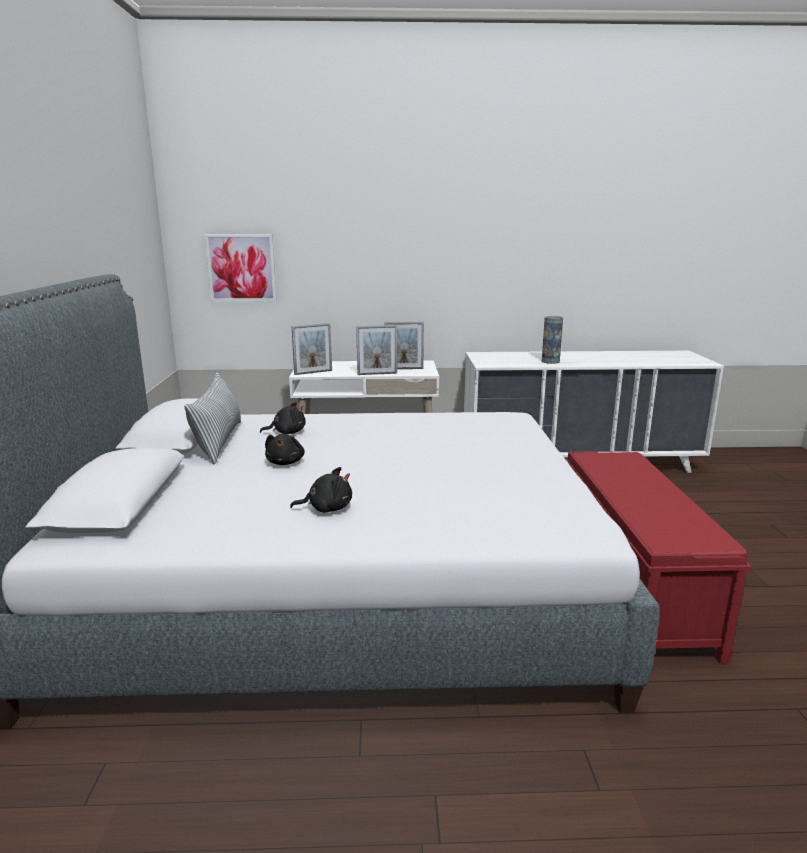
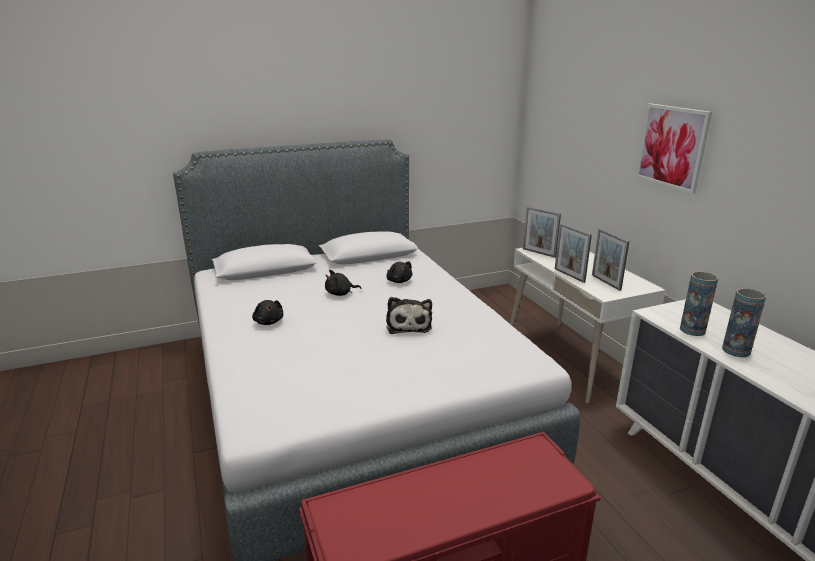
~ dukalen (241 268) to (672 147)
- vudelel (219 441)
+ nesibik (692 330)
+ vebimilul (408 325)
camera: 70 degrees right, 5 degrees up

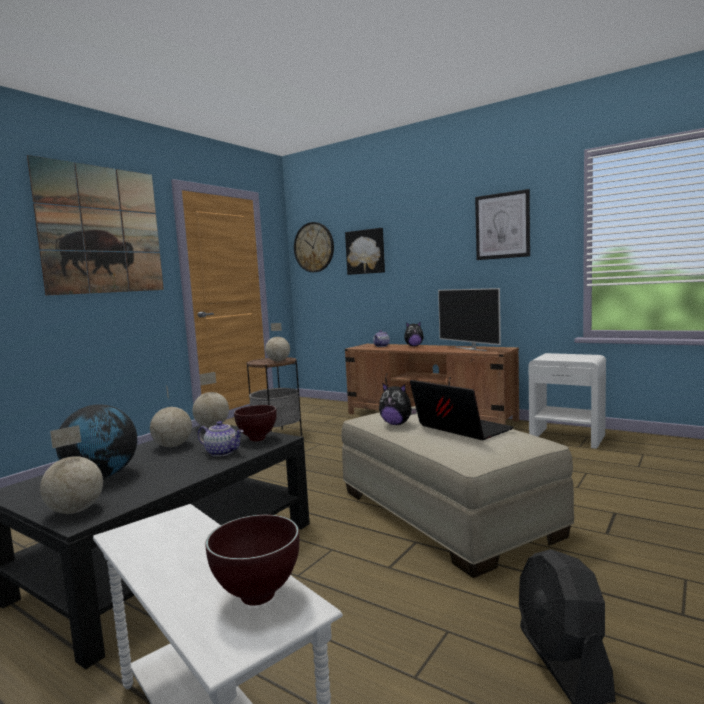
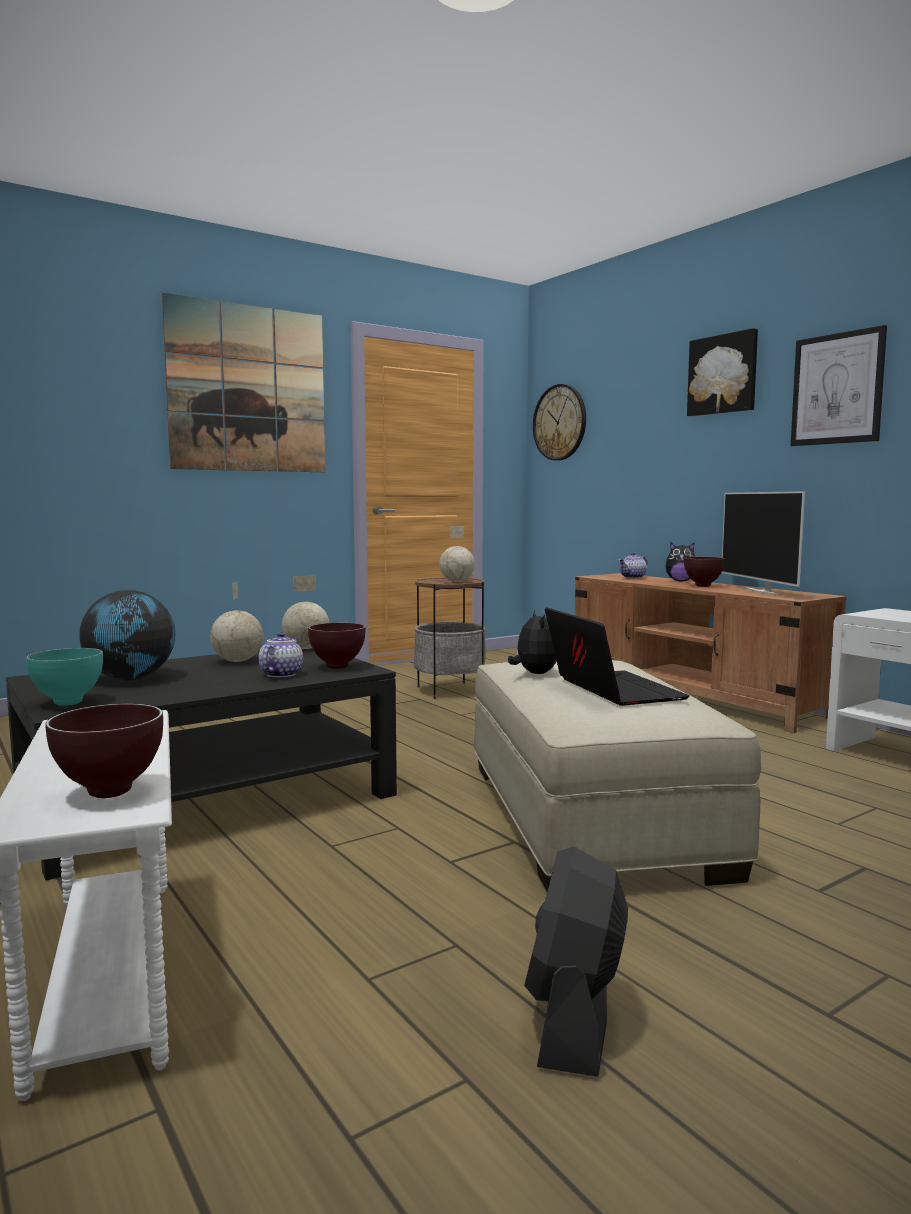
~ dukalen (366 252) to (723 374)
~ vebimilul (397 424) = (534 673) 150 degrees counterclockwise
~ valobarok (222 452) = (280 674) 120 degrees counterclockwise
~ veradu (76 511) to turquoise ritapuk (69 703)
+ brown ritapuk (703 586)
camera: 20 degrees right, 0 degrees up

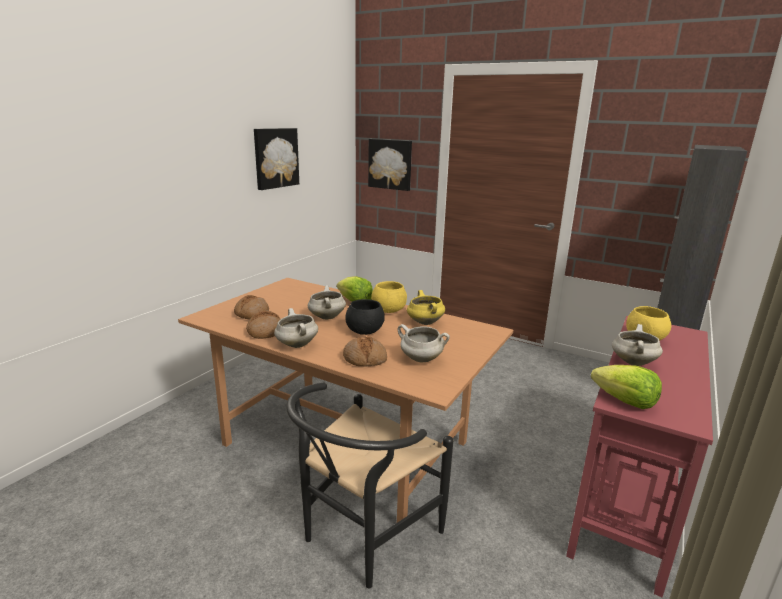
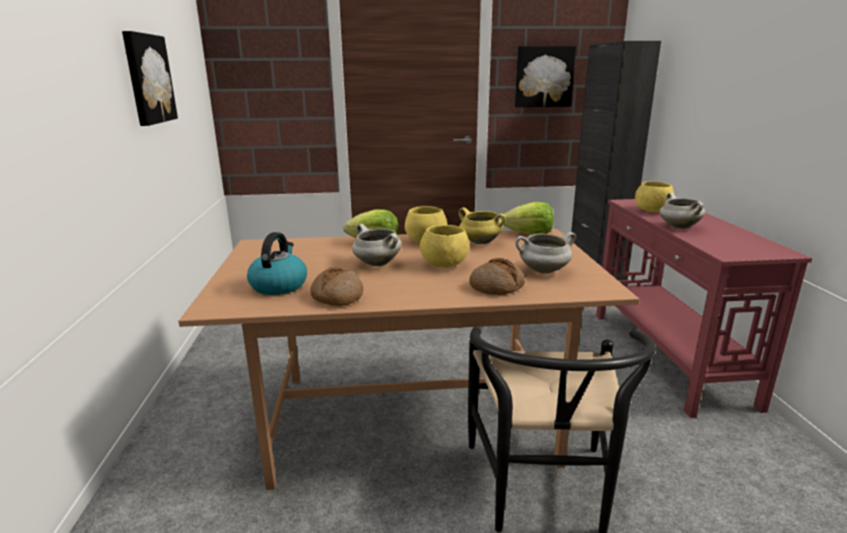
~ dukalen (390 164) to (543 77)
~ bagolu (251 314) to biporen (279 285)
~ black ritapuk (364 331) to yellow ritapuk (444 265)
- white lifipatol (296 345)
~ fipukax (624 401) to (529 234)
camera: 35 degrees left, 0 degrees up

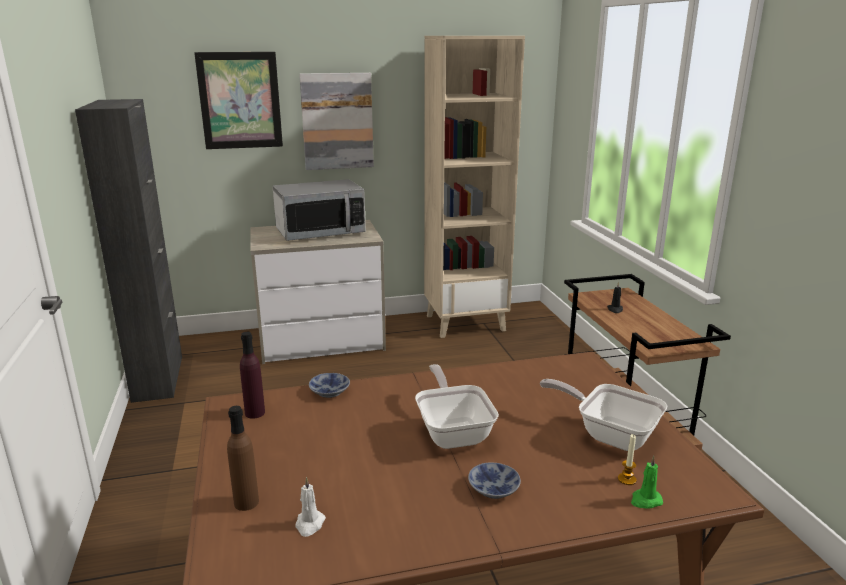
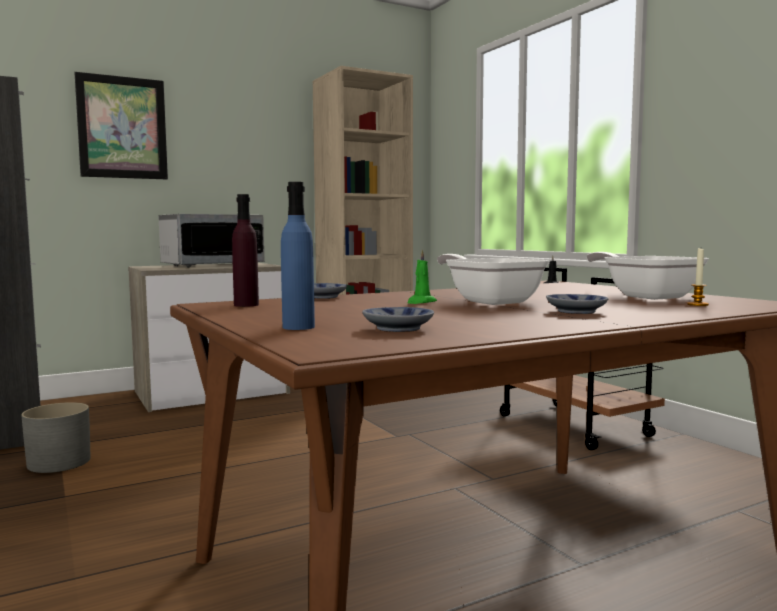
- dukalen (337 121)
~ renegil (609 434) = (646 296) 45 degrees clockwise
~ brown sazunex (246 502) to blue sazunex (298 327)
~ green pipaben (645 500) to (421 302)
~ white pipaben (309 524) to ritapuk (396 329)
+ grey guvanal (59 462)
camera: 15 degrees left, 15 degrees down

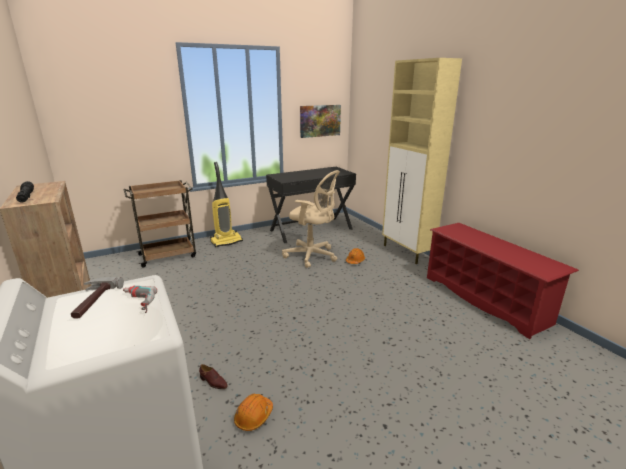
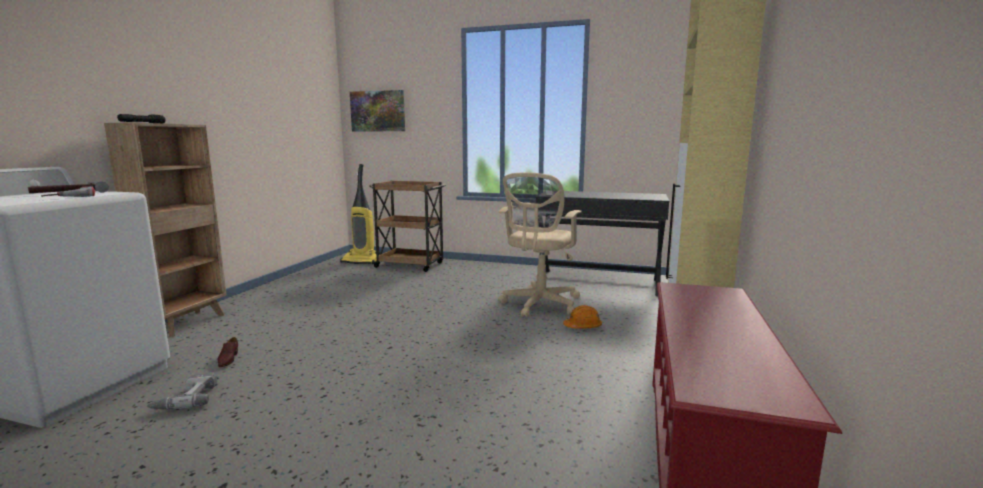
~ dukalen (320 121) to (378 111)
~ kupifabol (226 241) to (361 261)
~ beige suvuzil (312 256) = (539 305) 45 degrees clockwise
~ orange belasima (254 417) to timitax (186 398)
camera: 45 degrees right, 10 degrees down

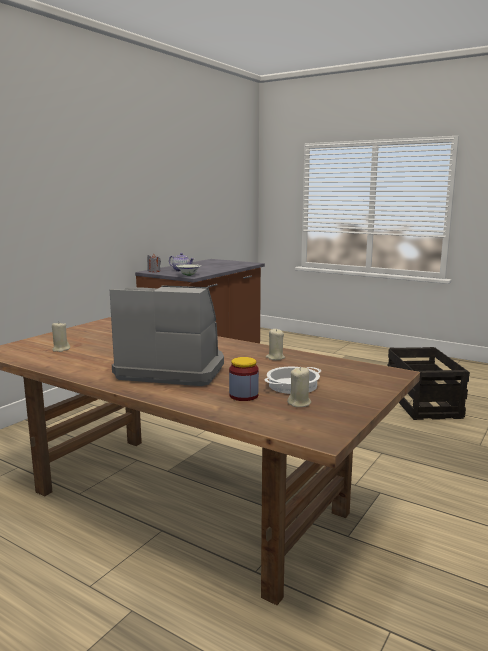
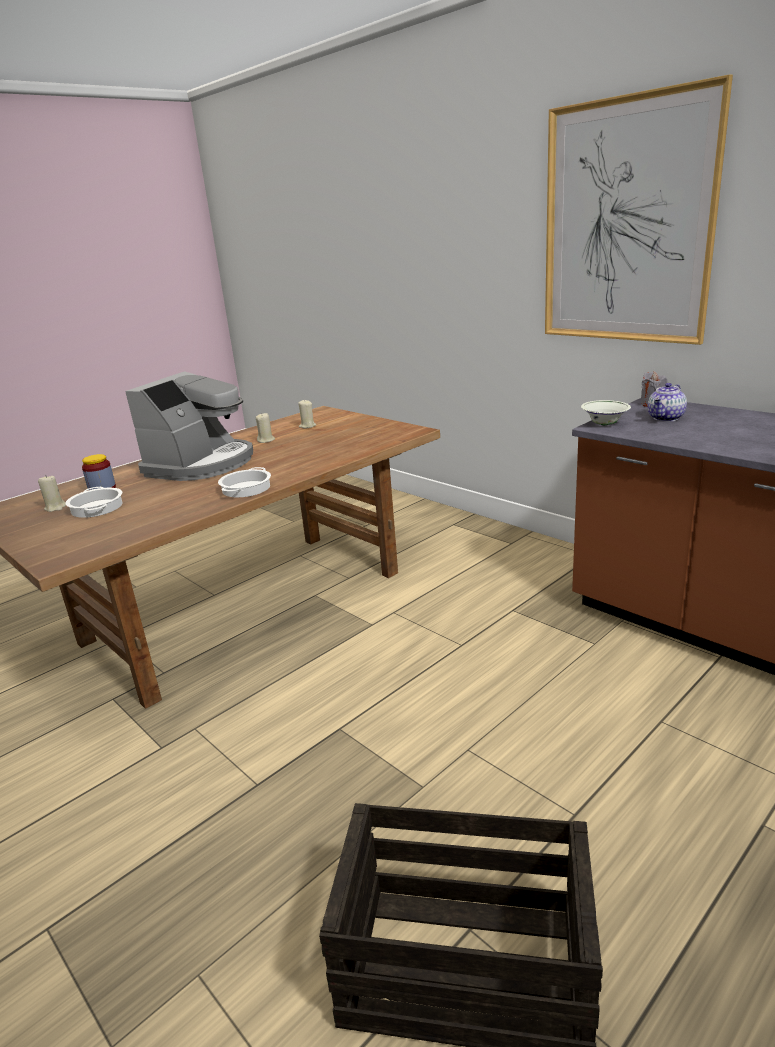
~ beige pipaben (275 357) to (266 440)
+ dukalen (626 223)
+ lifipatol (246 488)
camera: 105 degrees right, 10 degrees up

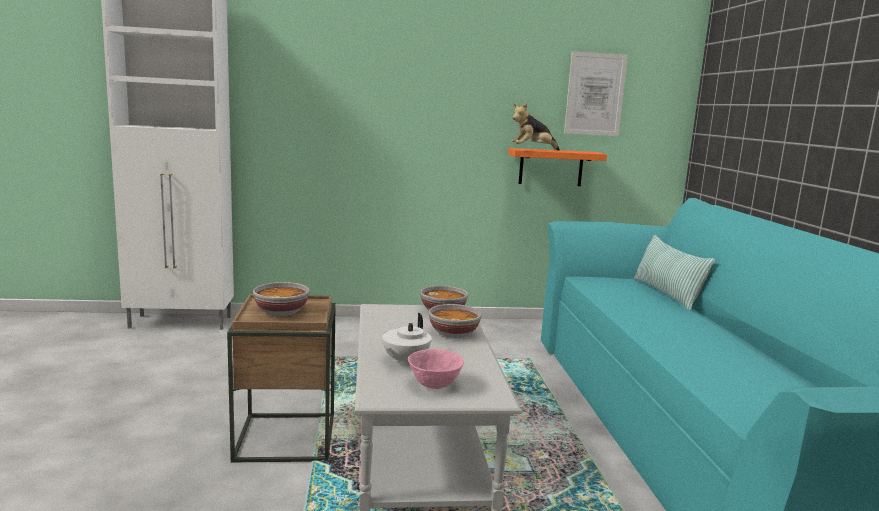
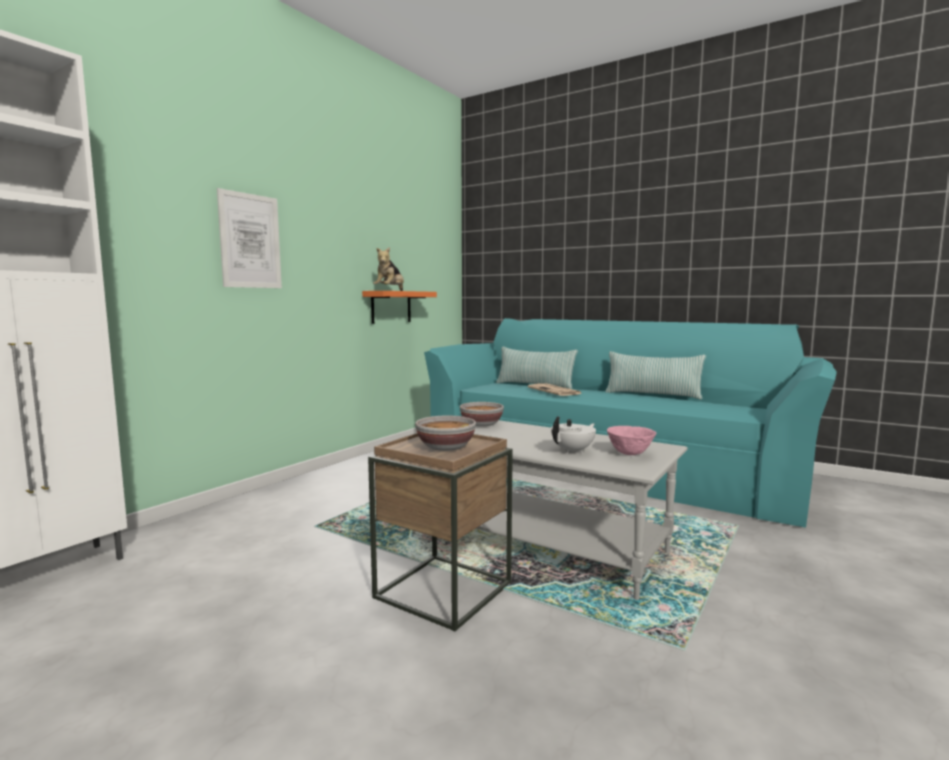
~ dukalen (595 94) to (250 241)
- ritapuk (453 333)
~ white valobarok (404 361) = (573 451) 105 degrees counterclockwise
+ vudelel (653 395)
+ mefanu (555 391)
camera: 50 degrees left, 5 degrees down

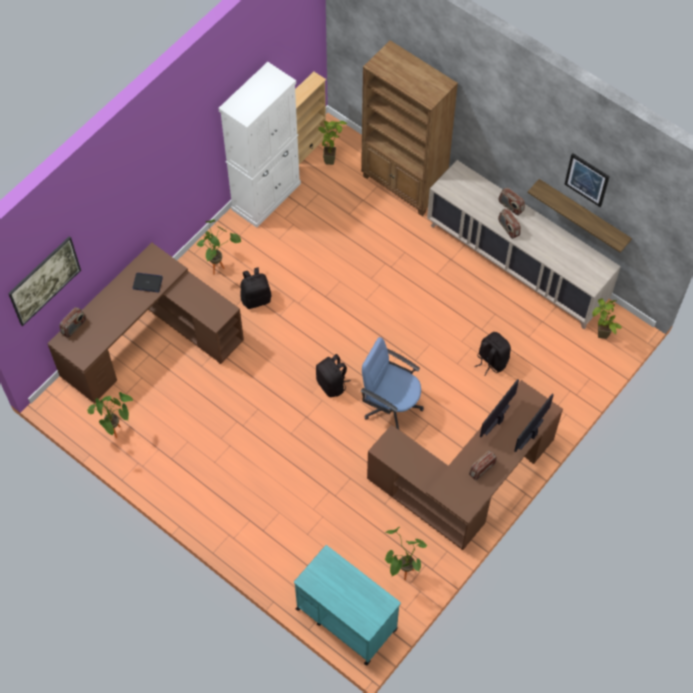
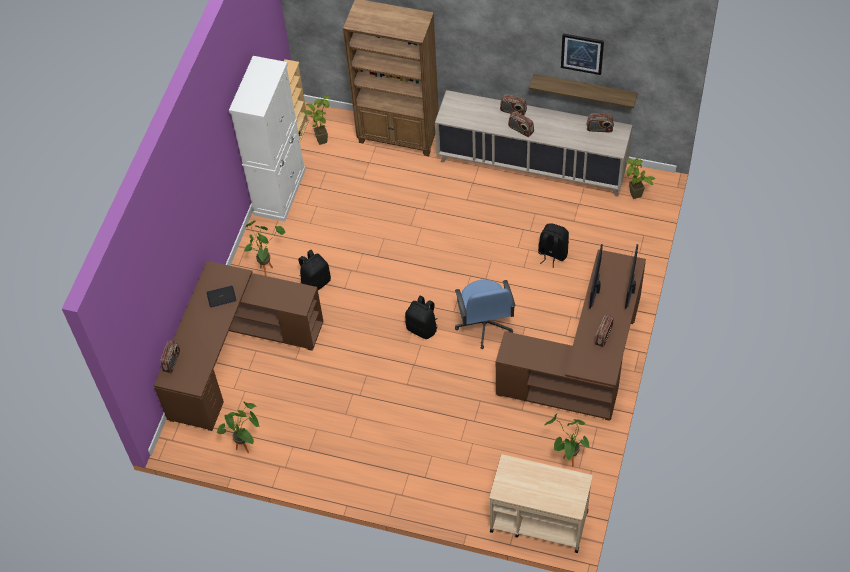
- dukalen (47 289)
~ blue suvuzil (391 405) = (484 324) 105 degrees counterclockwise
~ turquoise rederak (346 618) to beige rederak (538 521)
+ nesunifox (599 129)
camera: 20 degrees left, 5 degrees down

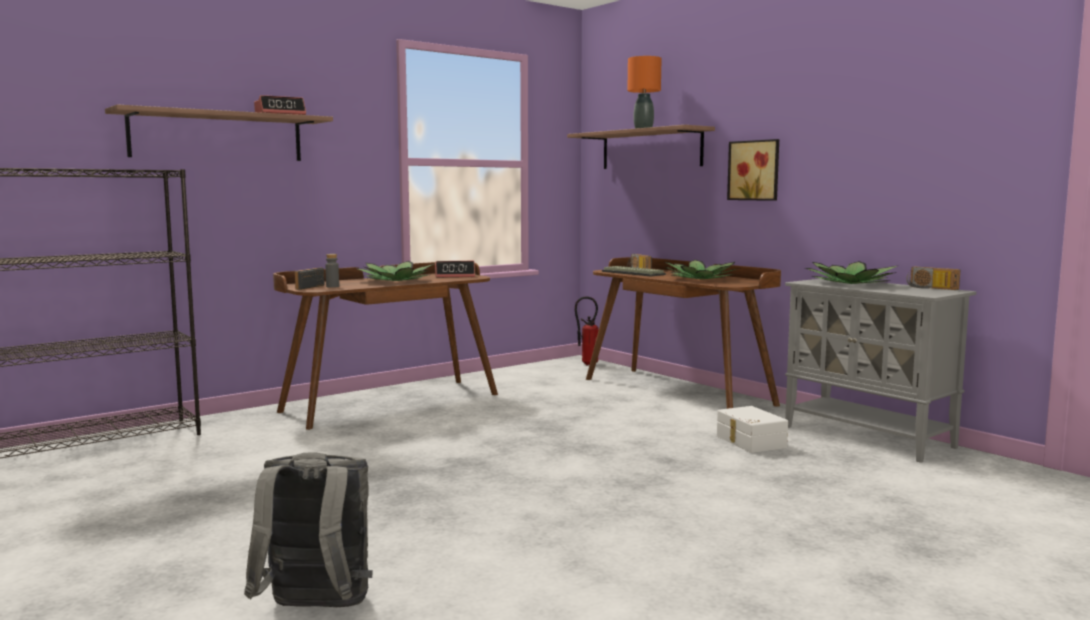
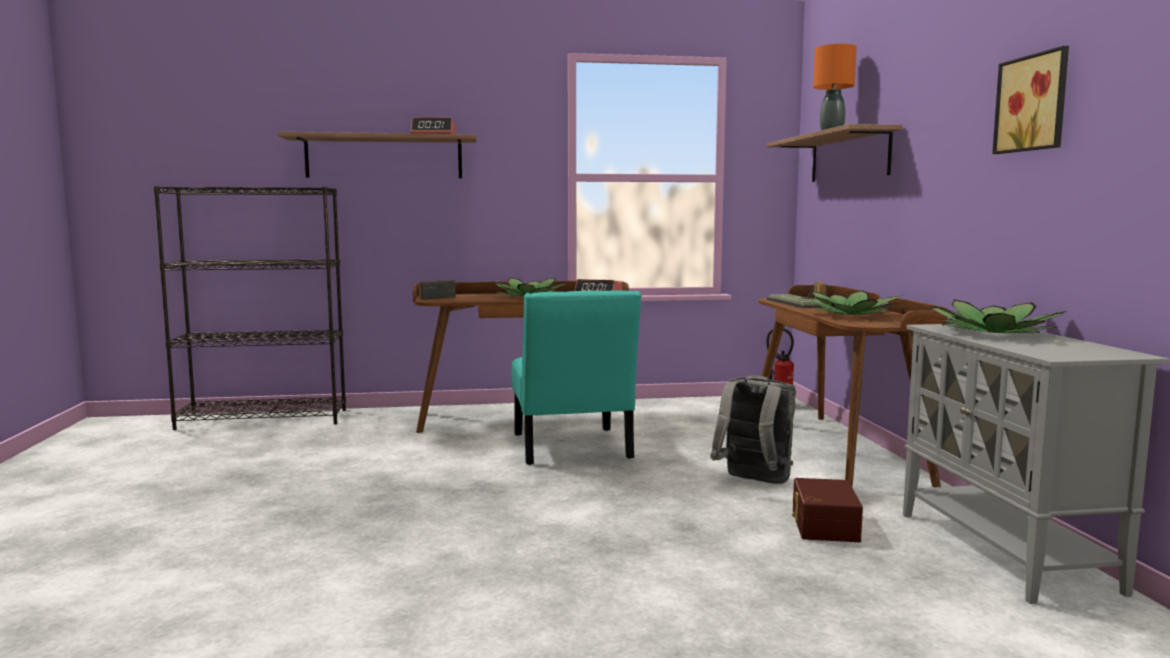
~ dukalen (755 170) to (1034 103)
- grey sazunex (332 286)
- nesunifox (930 288)
~ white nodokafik (749 442) to brown nodokafik (822 525)
~ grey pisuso (316 610) to (754 482)
+ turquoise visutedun (572 448)
camera: 30 degrees right, 0 degrees up

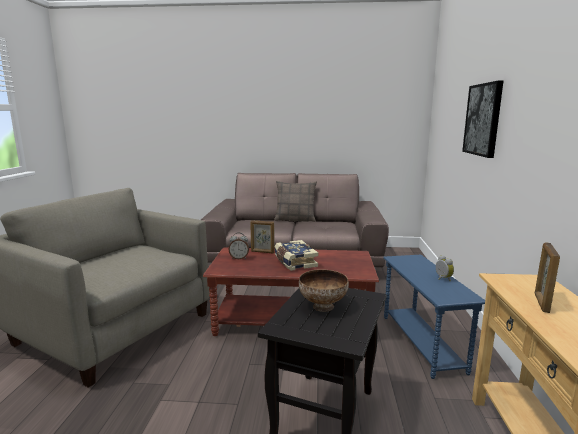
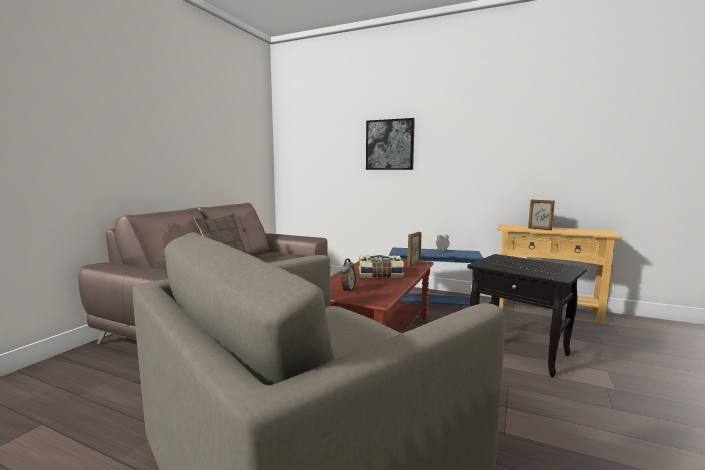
~ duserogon (262 252) to (414 264)
- ritapuk (322 306)
camera: 70 degrees left, 5 degrees down

